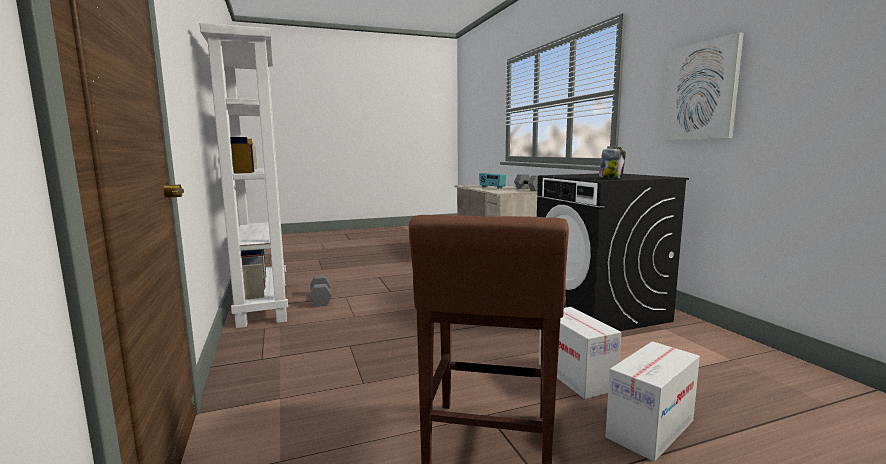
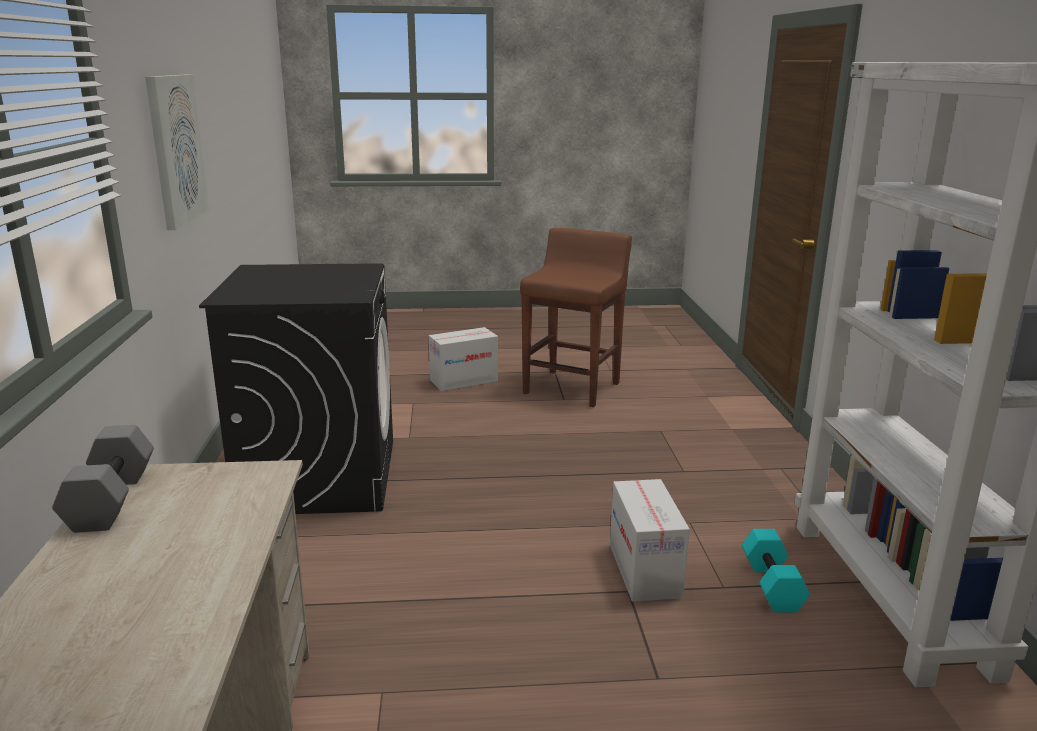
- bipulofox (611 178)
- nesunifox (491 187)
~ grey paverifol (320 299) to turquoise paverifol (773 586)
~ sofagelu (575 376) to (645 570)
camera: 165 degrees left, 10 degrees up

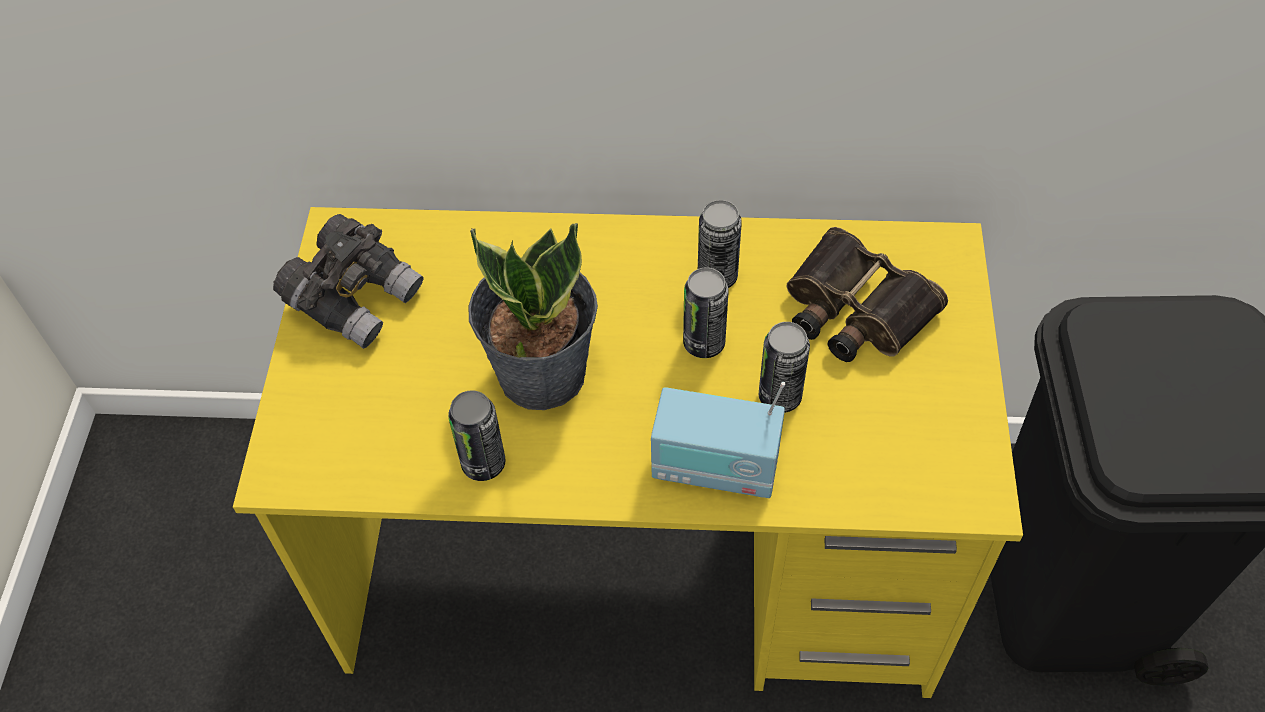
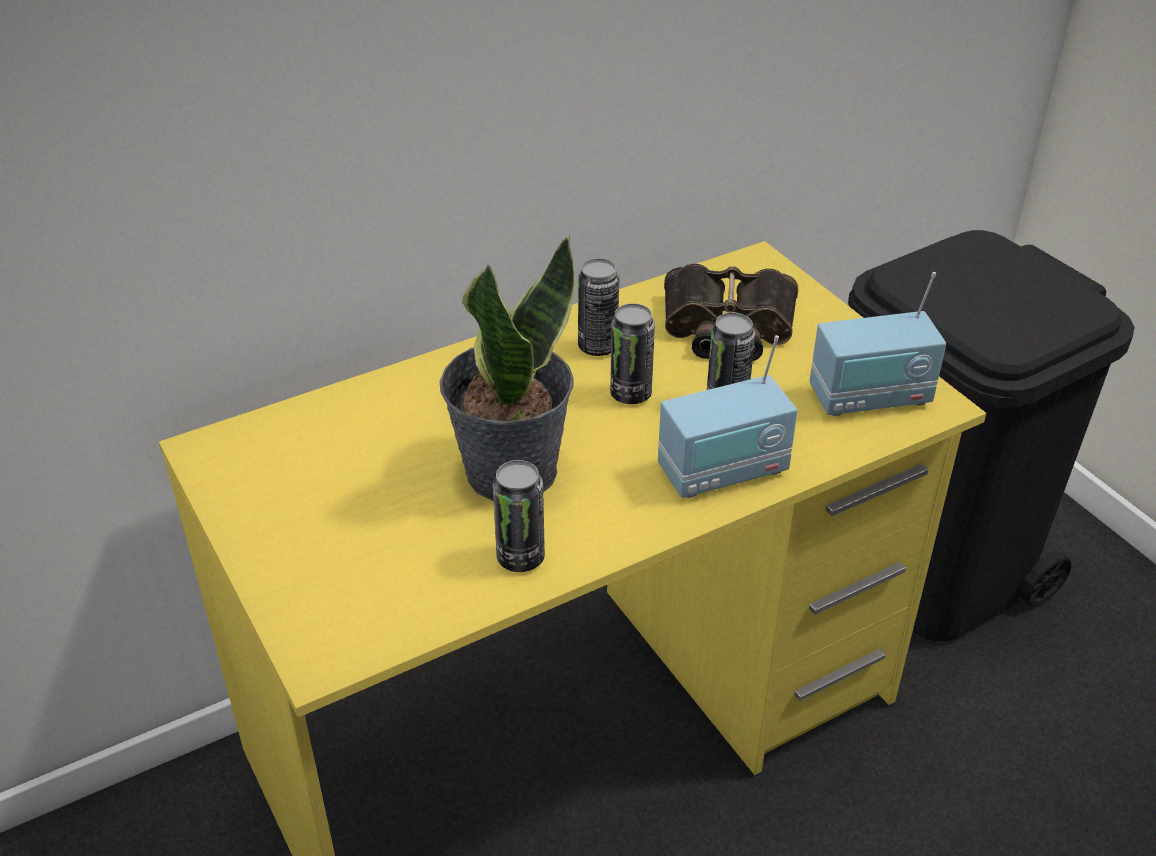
- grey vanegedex (355 298)
+ nesunifox (870 398)
camera: 35 degrees left, 15 degrees down

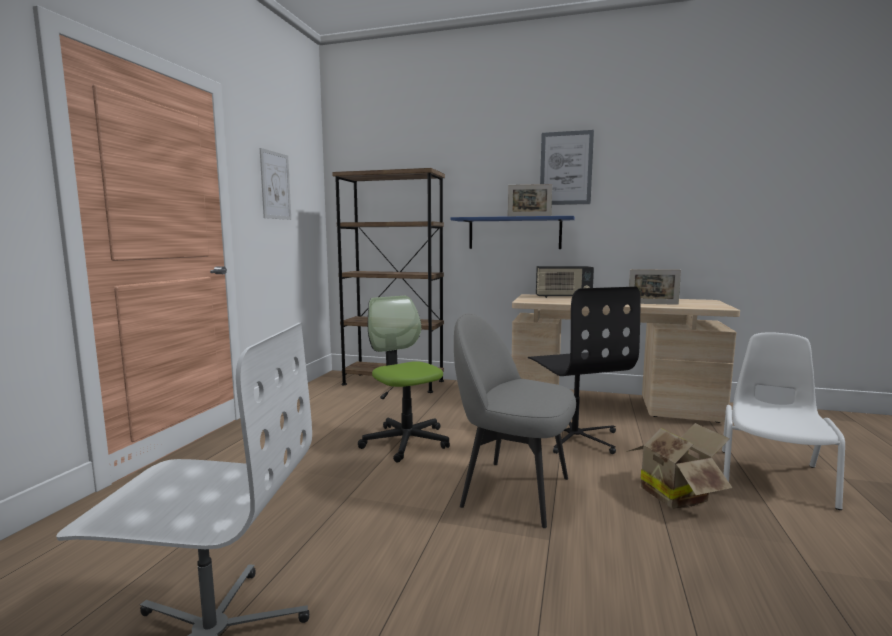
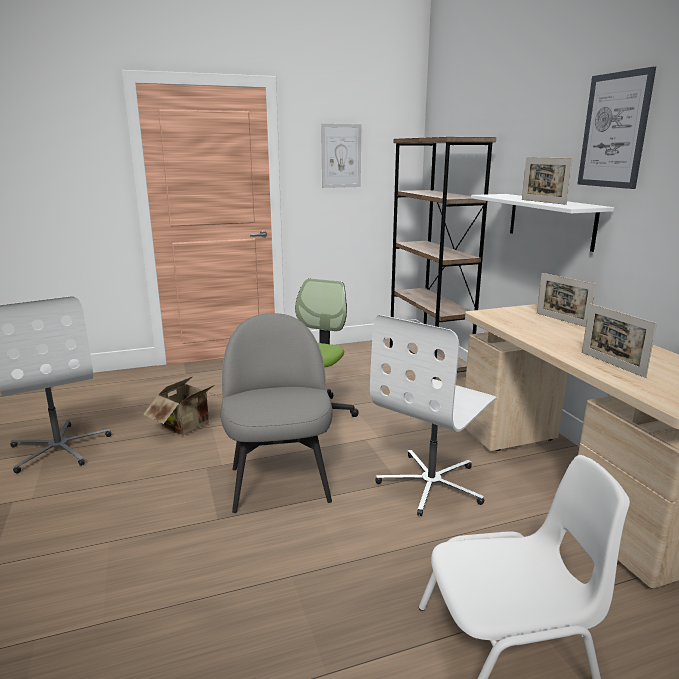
~ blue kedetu (514 233) to white kedetu (550 220)
~ nesunifox (563 297) to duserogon (562 320)
~ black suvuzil (575 437) to white suvuzil (432 484)
~ sofagelu (675 494) to (189 426)
camera: 55 degrees right, 10 degrees up

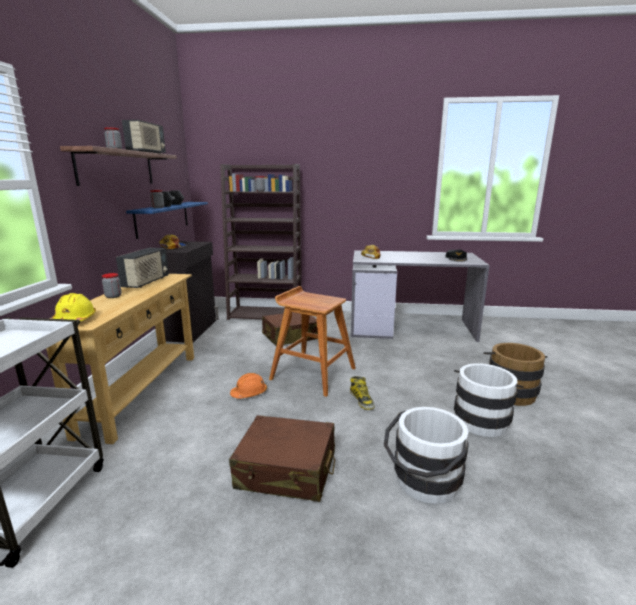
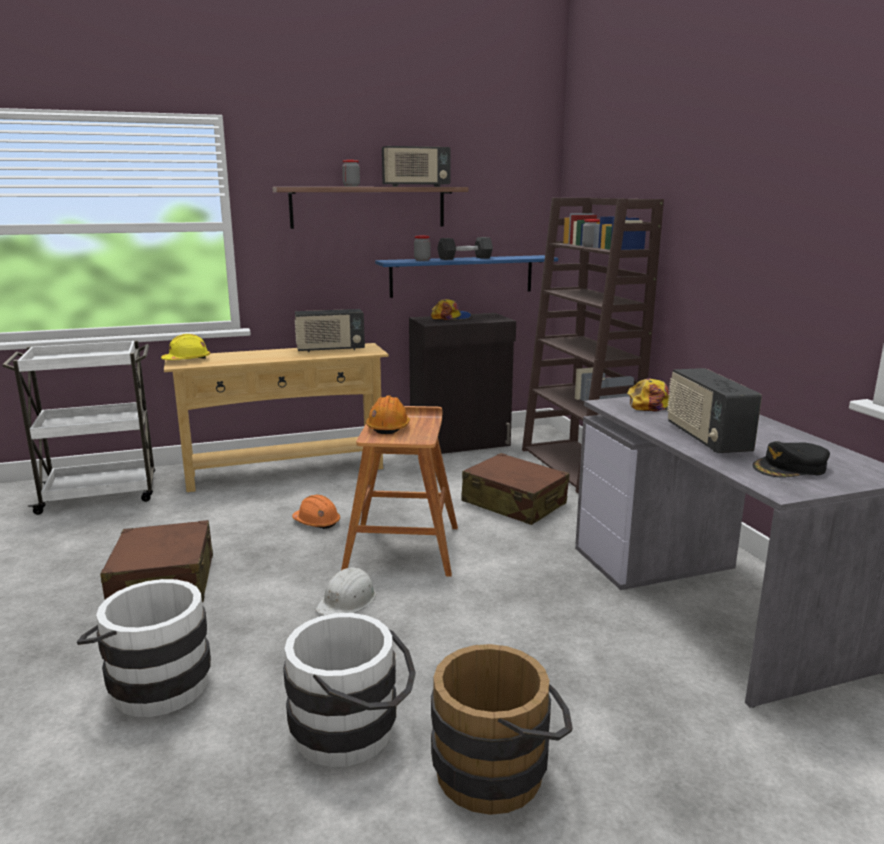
- bipulofox (113 296)
~ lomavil (361 400) to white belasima (347 601)
+ nesunifox (706 438)
+ orange belasima (388 427)
camera: 65 degrees right, 0 degrees up

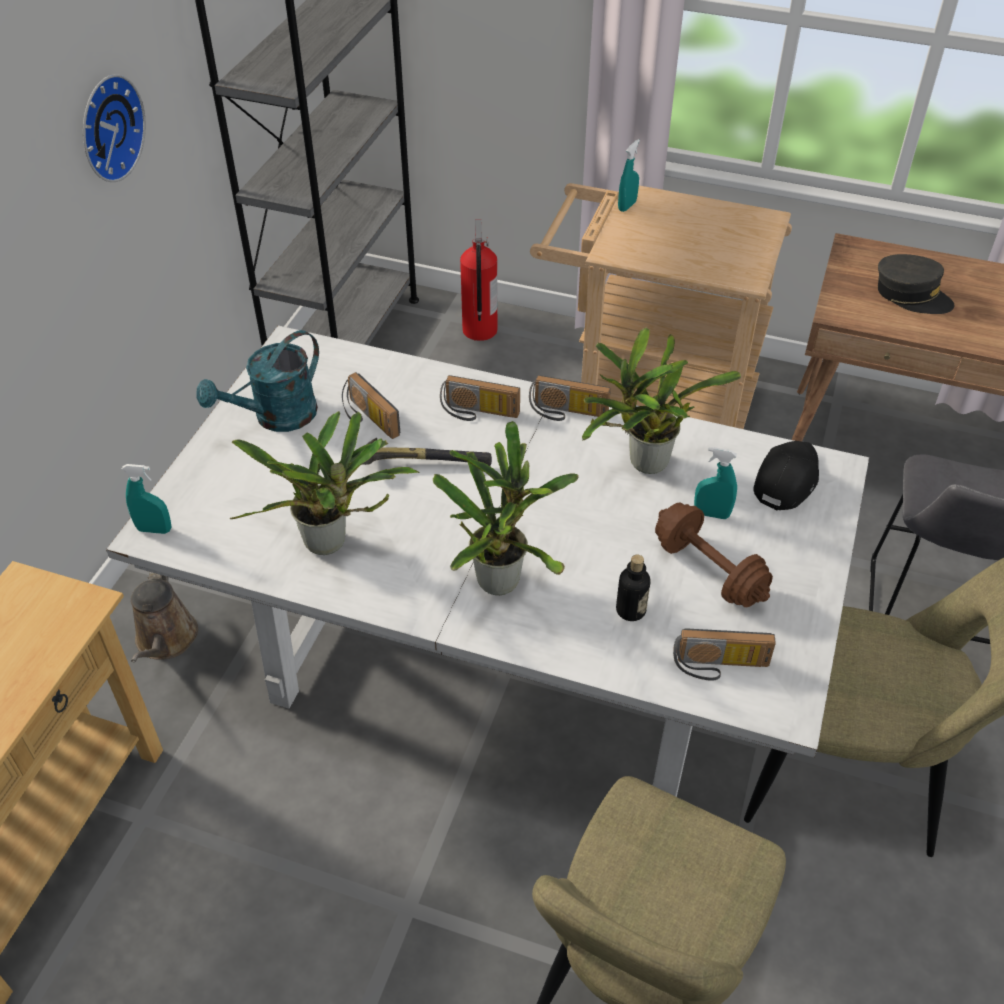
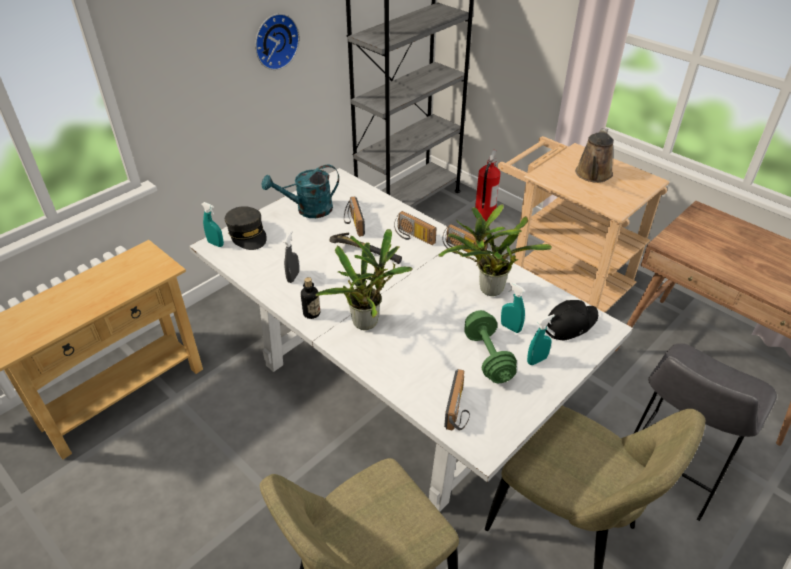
~ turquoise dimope (627 206) to (537 360)
~ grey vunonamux (911 295) to (247 234)
~ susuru (331 544) to grey dimope (293 277)
~ brown paverifol (708 571) to green paverifol (488 357)
~ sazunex (630 610) to (311 313)
~ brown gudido (165 640) to (593 175)
~ nesunifox (720 667) = (459 410) 105 degrees counterclockwise
camera: 25 degrees right, 5 degrees down

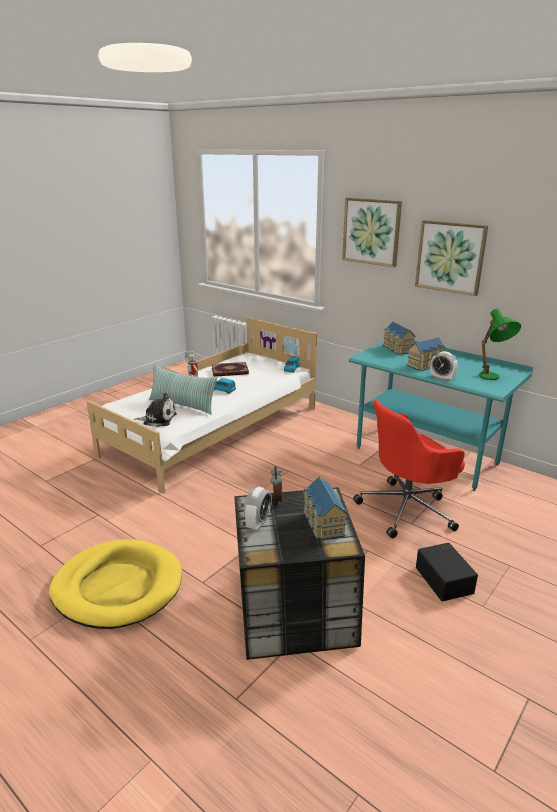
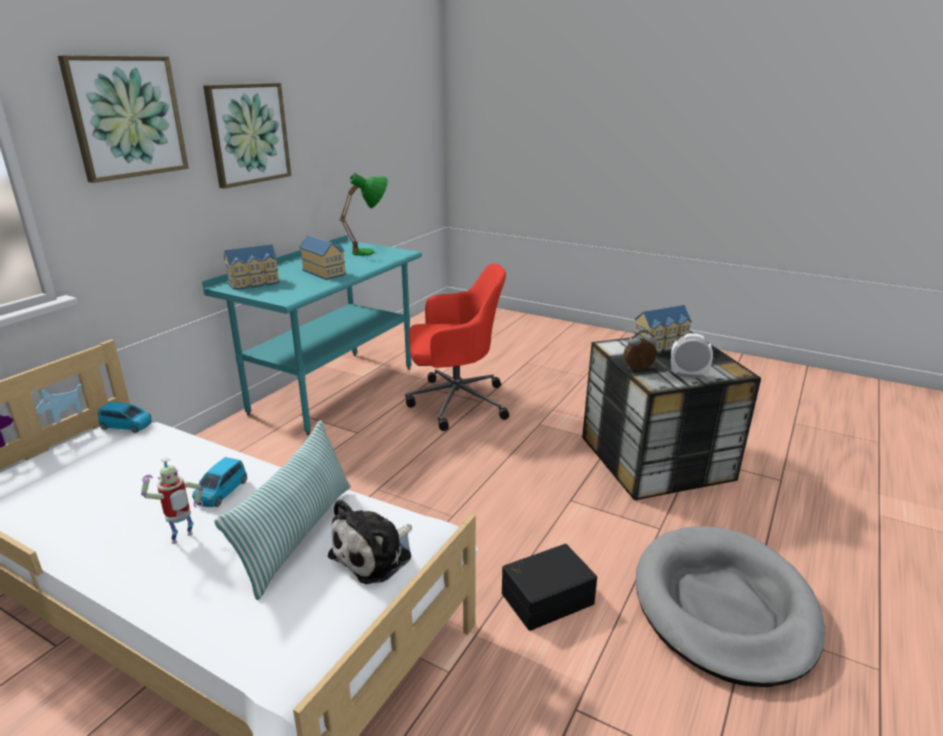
- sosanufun (442 378)
- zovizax (230 371)
~ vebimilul (158 419) = (375 555) 135 degrees counterclockwise
~ red suvuzil (407 509) = (455 402) 60 degrees counterclockwise
~ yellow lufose (118 587) to grey lufose (724 607)
~ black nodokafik (445 579) to (546 597)
camera: 100 degrees left, 0 degrees up

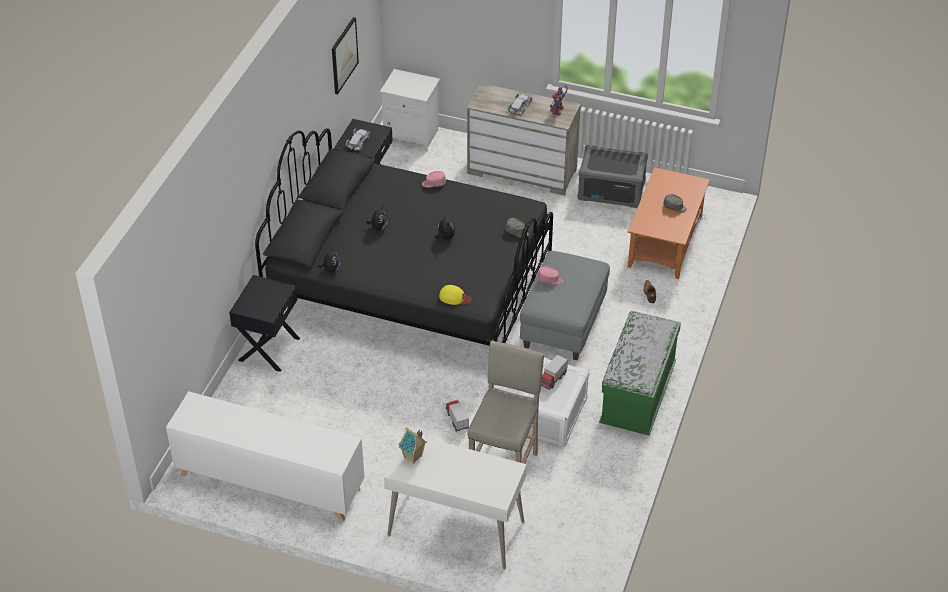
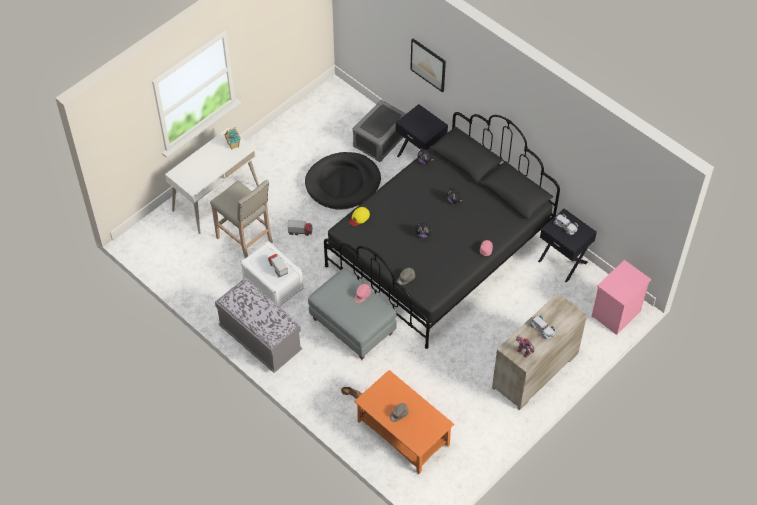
~ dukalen (344 55) to (428 64)
~ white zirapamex (412 135) to pink zirapamex (616 314)
~ grey nodokafik (611 190) to (380 140)
~ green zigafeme (638 396) to grey zigafeme (260 340)
- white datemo (269 482)
+ black lufose (343 183)
camera: 115 degrees right, 10 degrees up

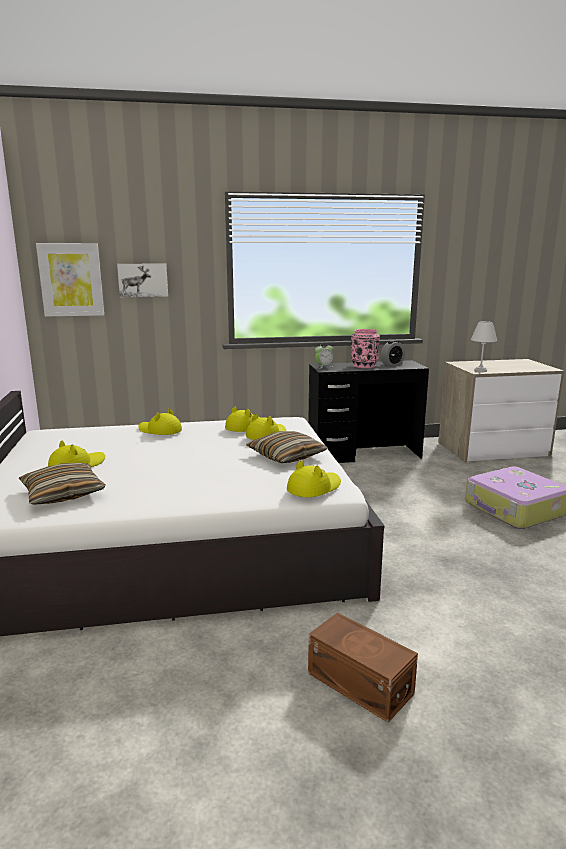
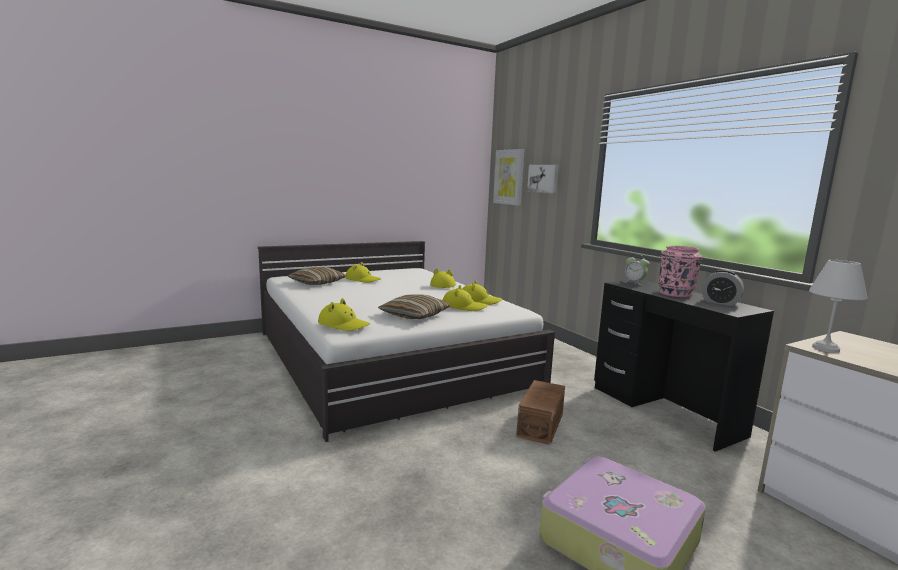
~ brown nodokafik (359 681) to (541 425)
camera: 70 degrees right, 5 degrees down

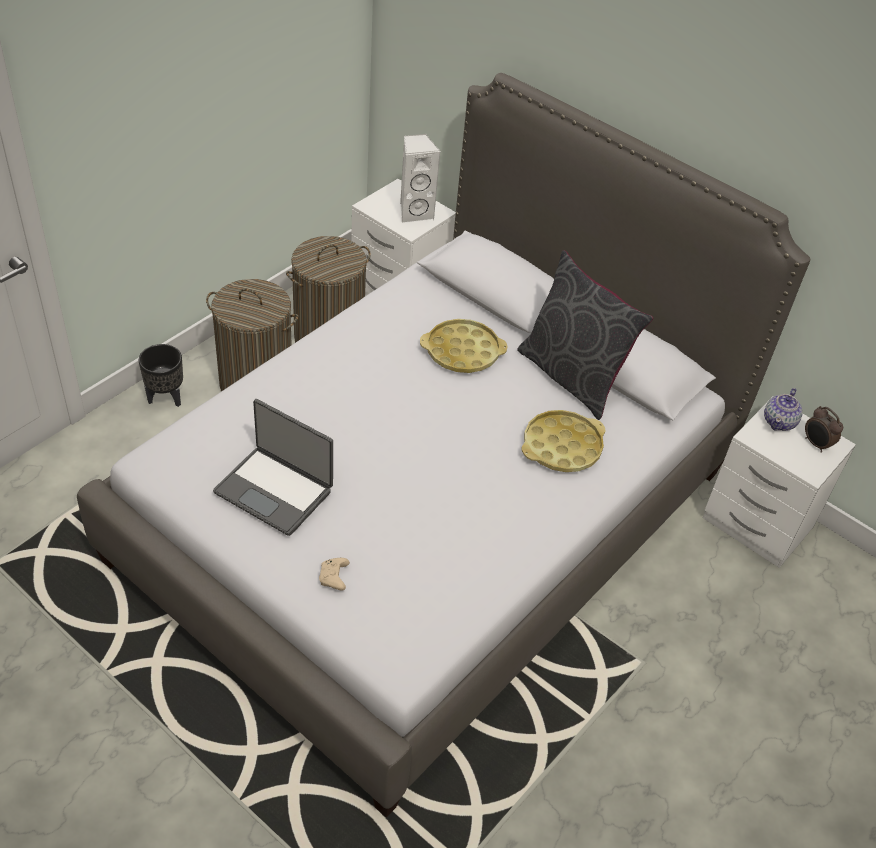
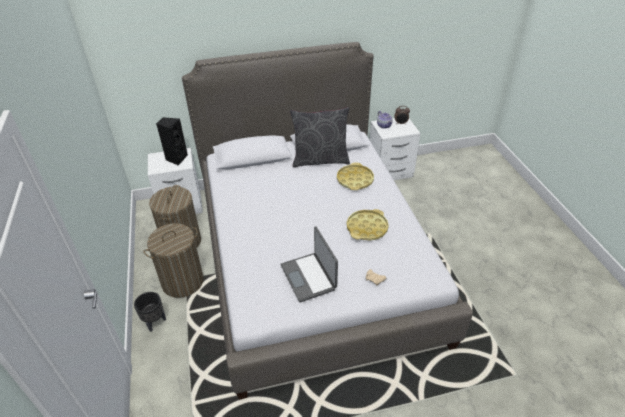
~ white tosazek (415 213) to black tosazek (176 158)
~ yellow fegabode (462 352) to (367 228)
~ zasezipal (275 490) = (309 277) 90 degrees clockwise
camera: 50 degrees left, 5 degrees down

